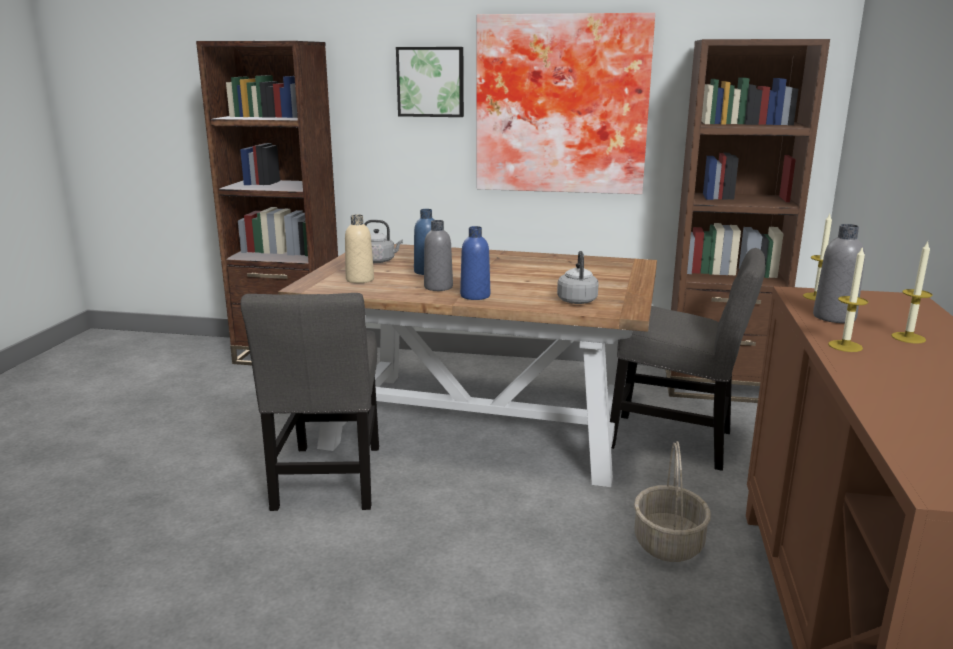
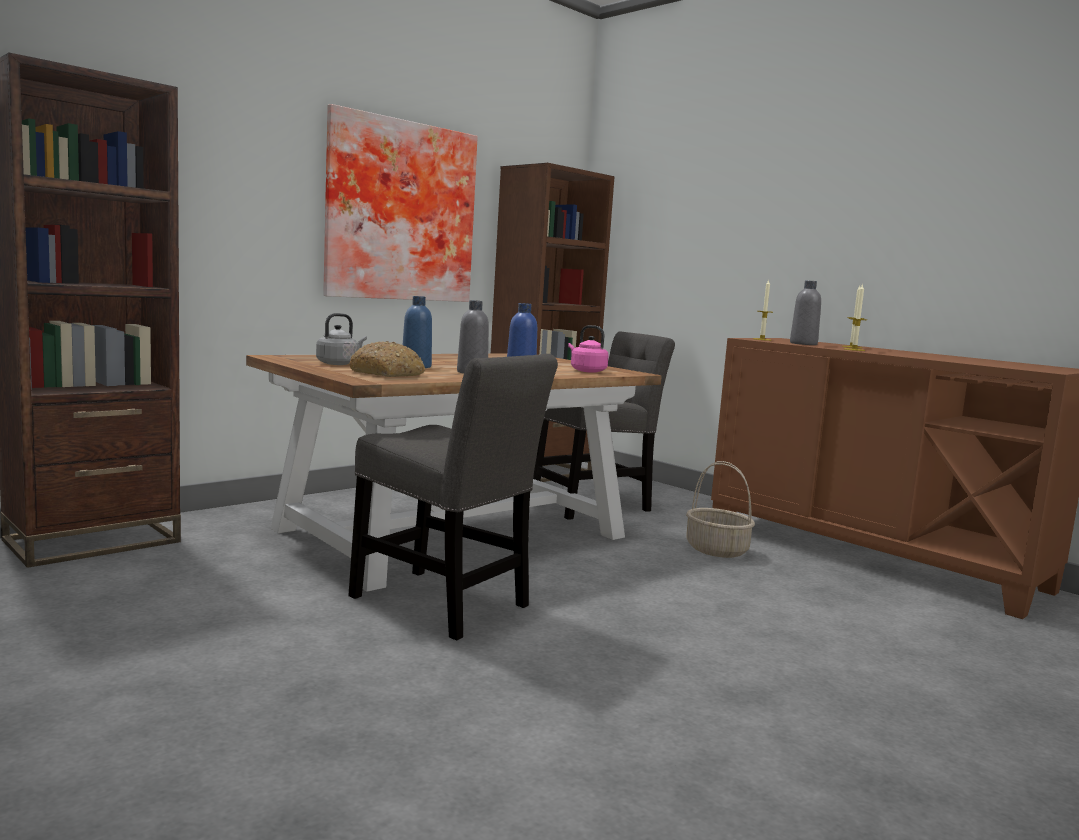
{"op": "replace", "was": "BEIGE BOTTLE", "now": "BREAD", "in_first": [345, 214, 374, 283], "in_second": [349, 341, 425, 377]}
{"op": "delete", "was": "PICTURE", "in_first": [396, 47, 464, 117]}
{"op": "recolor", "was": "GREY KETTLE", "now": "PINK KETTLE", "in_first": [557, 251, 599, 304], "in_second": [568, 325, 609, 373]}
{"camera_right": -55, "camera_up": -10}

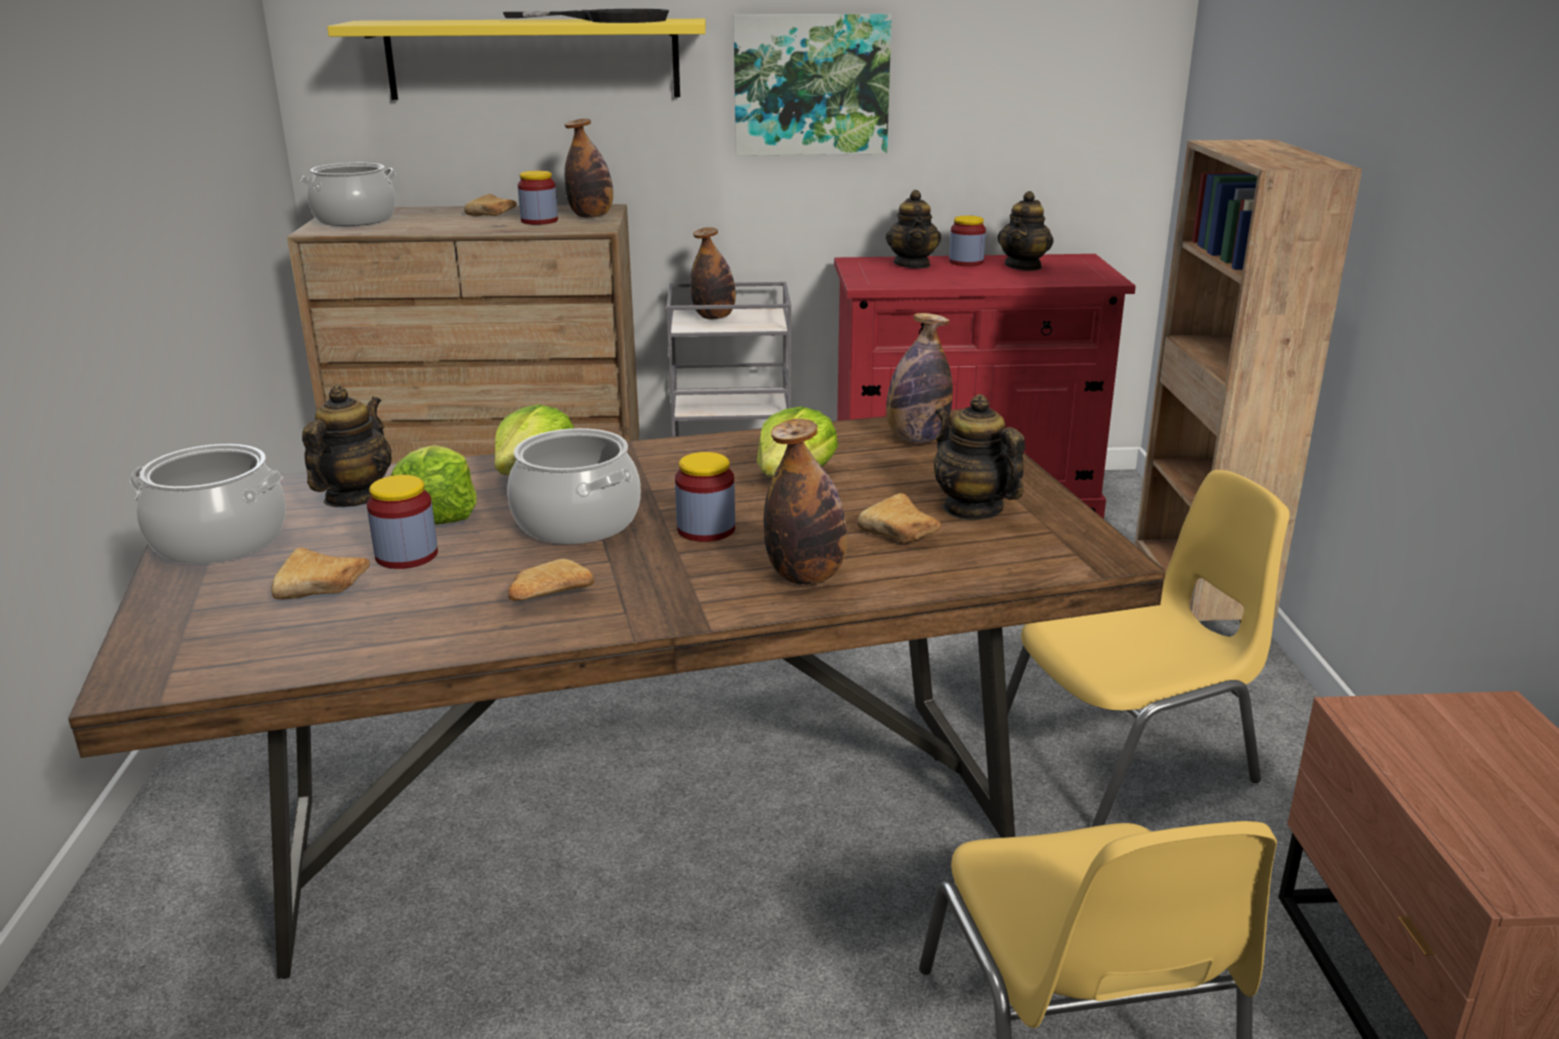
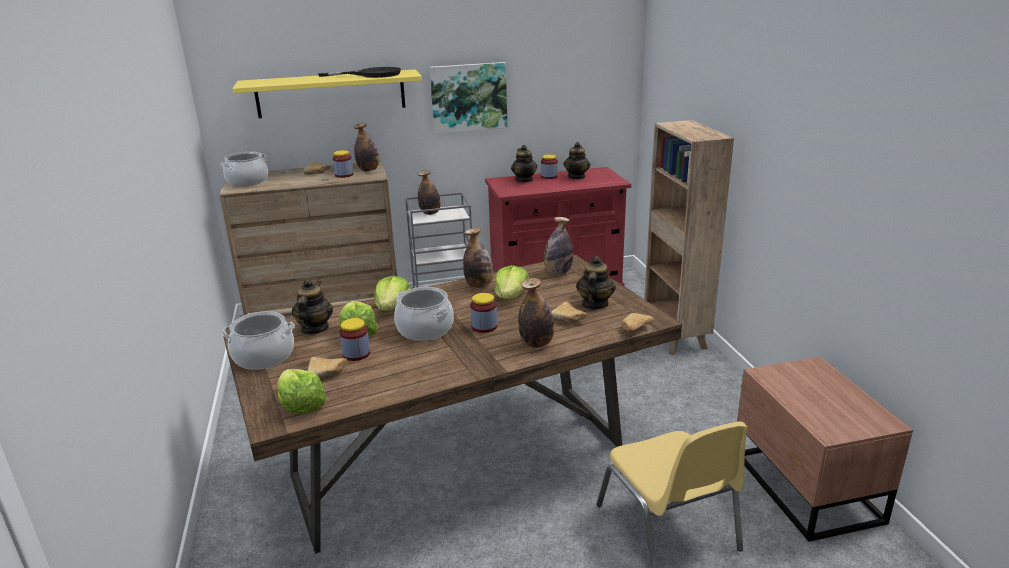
{"op": "move", "was": "BREAD", "in_first": [508, 559, 595, 601], "in_second": [622, 313, 654, 331]}
{"op": "rotate", "was": "TEAPOT", "in_first": [934, 394, 1025, 521], "in_second": [576, 256, 616, 309], "clockwise": 60}
{"op": "delete", "was": "YELLOW CHAIR", "in_first": [1006, 470, 1290, 827]}
{"op": "insert", "now": "LETTUCE", "in_second": [277, 369, 327, 414]}
{"op": "insert", "now": "BOTTLE", "in_second": [463, 228, 494, 288]}
{"camera_right": -10, "camera_up": 0}

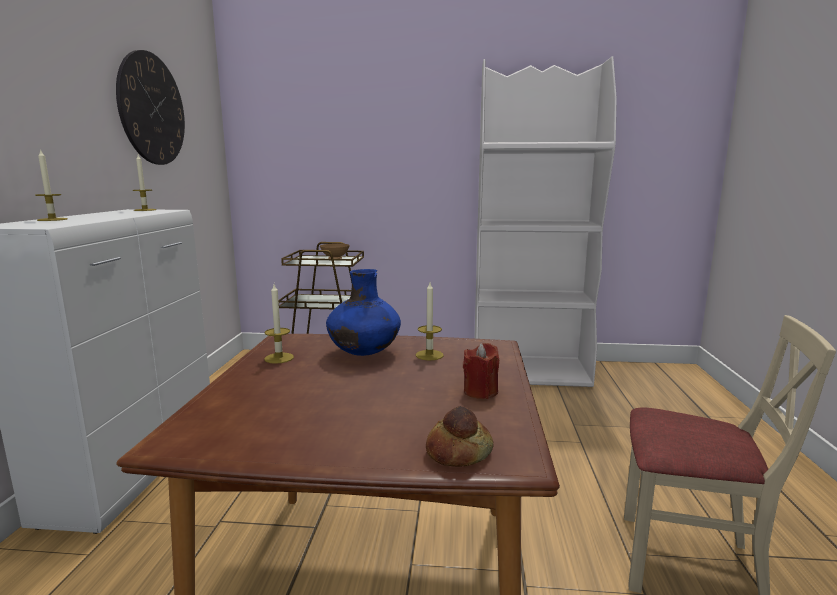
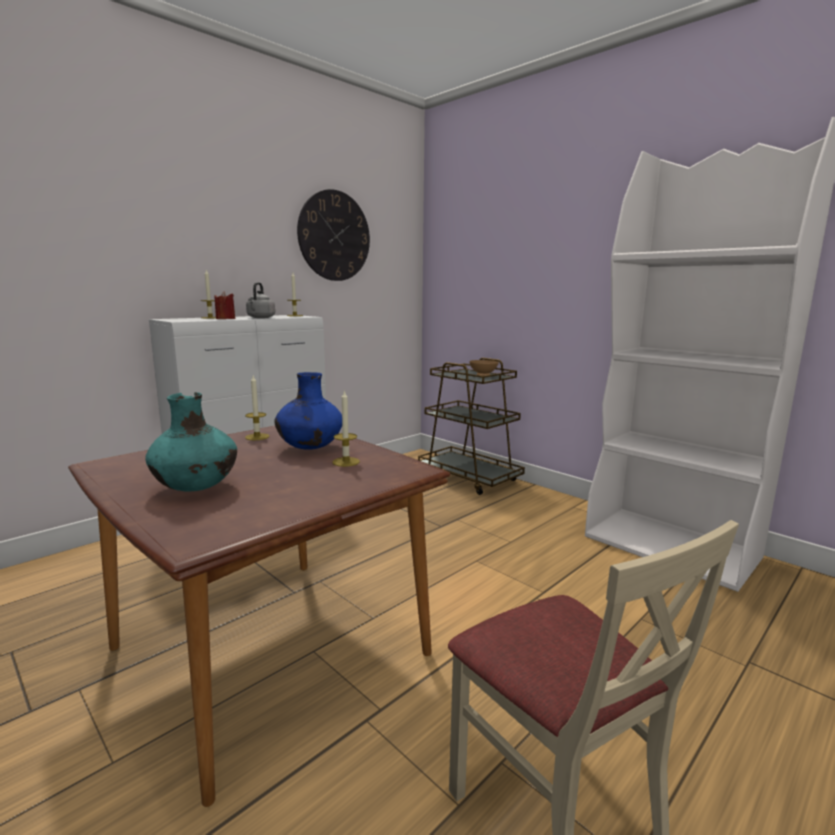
{"op": "delete", "was": "BREAD", "in_first": [426, 406, 494, 467]}
{"op": "move", "was": "RED CANDLE", "in_first": [463, 343, 499, 399], "in_second": [214, 291, 235, 319]}
{"op": "insert", "now": "TURQUOISE VASE", "in_second": [145, 392, 237, 492]}
{"op": "insert", "now": "GREY KETTLE", "in_second": [246, 282, 275, 318]}
{"camera_right": 40, "camera_up": 0}

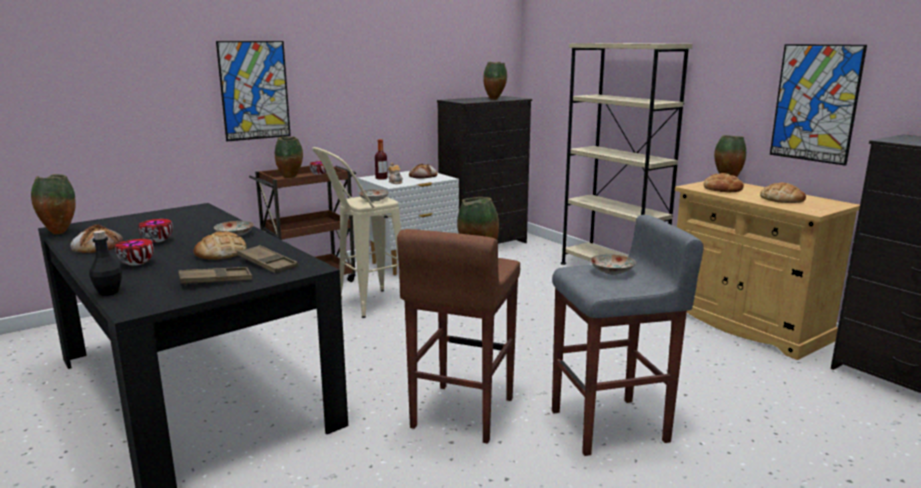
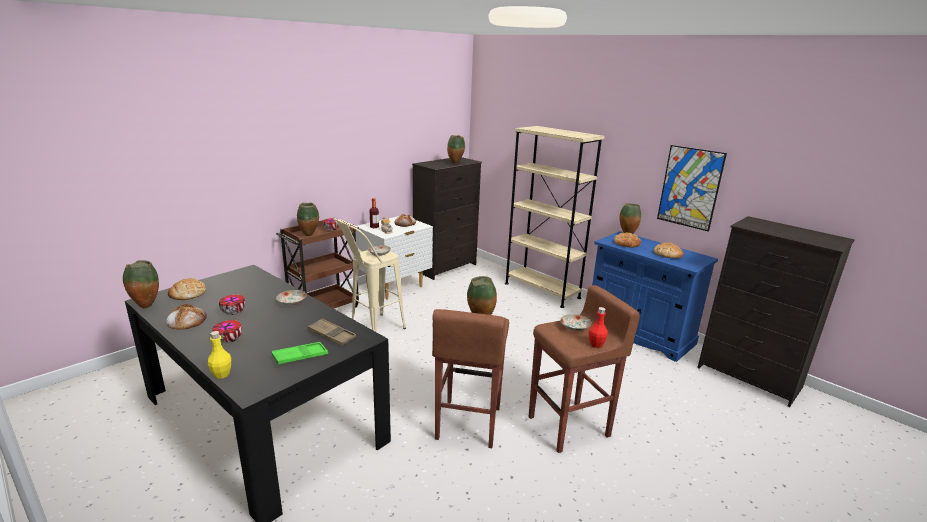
{"op": "recolor", "was": "BLACK BOTTLE", "now": "YELLOW BOTTLE", "in_first": [89, 230, 122, 296], "in_second": [208, 331, 231, 379]}
{"op": "recolor", "was": "BROWN TRAY", "now": "GREEN TRAY", "in_first": [178, 267, 252, 286], "in_second": [272, 342, 328, 365]}
{"op": "move", "was": "BREAD", "in_first": [193, 231, 247, 260], "in_second": [168, 278, 206, 300]}
{"op": "delete", "was": "PICTURE", "in_first": [216, 41, 291, 141]}
{"op": "recolor", "was": "GREY STOOL", "now": "BROWN STOOL", "in_first": [552, 215, 704, 456], "in_second": [528, 285, 640, 453]}
{"op": "recolor", "was": "BEIGE CABINET", "now": "BLUE CABINET", "in_first": [675, 181, 860, 360], "in_second": [592, 231, 718, 362]}
{"op": "insert", "now": "RED BOTTLE", "in_second": [589, 307, 608, 348]}
{"camera_right": -10, "camera_up": 5}

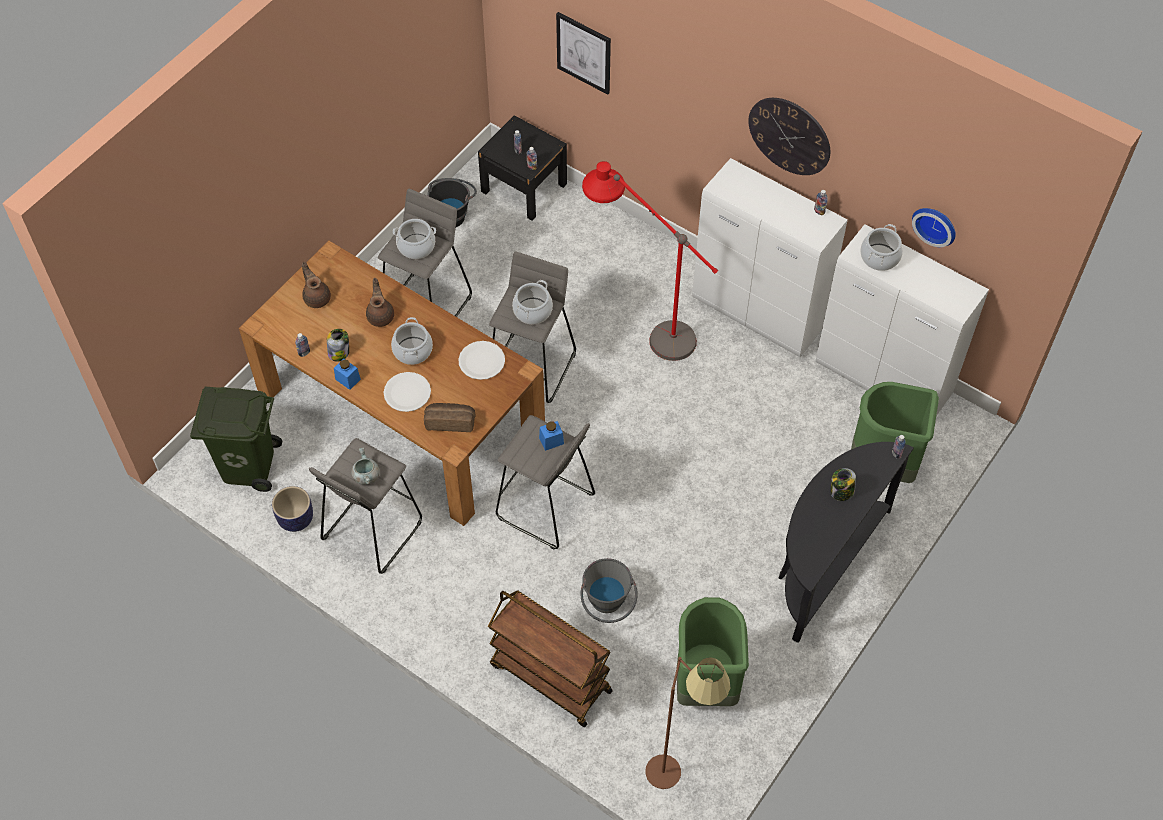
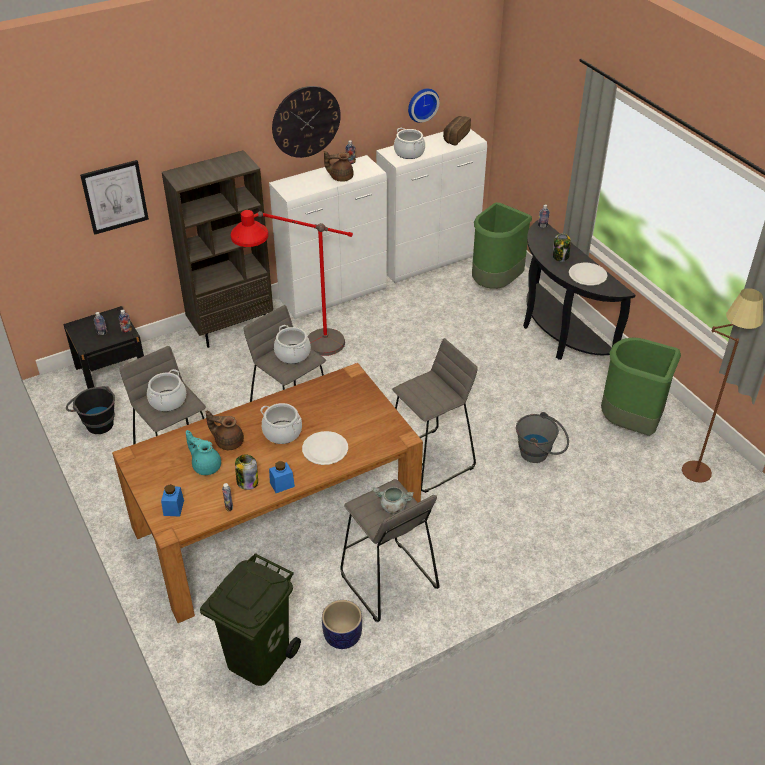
{"op": "move", "was": "BROWN TEAPOT", "in_first": [302, 261, 331, 308], "in_second": [324, 151, 353, 182]}
{"op": "move", "was": "BREAD", "in_first": [424, 403, 475, 432], "in_second": [443, 116, 471, 145]}
{"op": "move", "was": "WHITE PLATE", "in_first": [458, 341, 505, 380], "in_second": [569, 263, 607, 285]}
{"op": "delete", "was": "BROWN CART", "in_first": [488, 591, 613, 727]}
{"op": "move", "was": "BLUE JAR", "in_first": [539, 421, 564, 451], "in_second": [161, 484, 184, 516]}
{"op": "insert", "now": "BROWN BOOKCASE", "in_second": [162, 150, 273, 348]}
{"op": "insert", "now": "TURQUOISE TEAPOT", "in_second": [186, 430, 221, 475]}
{"camera_right": -65, "camera_up": -15}

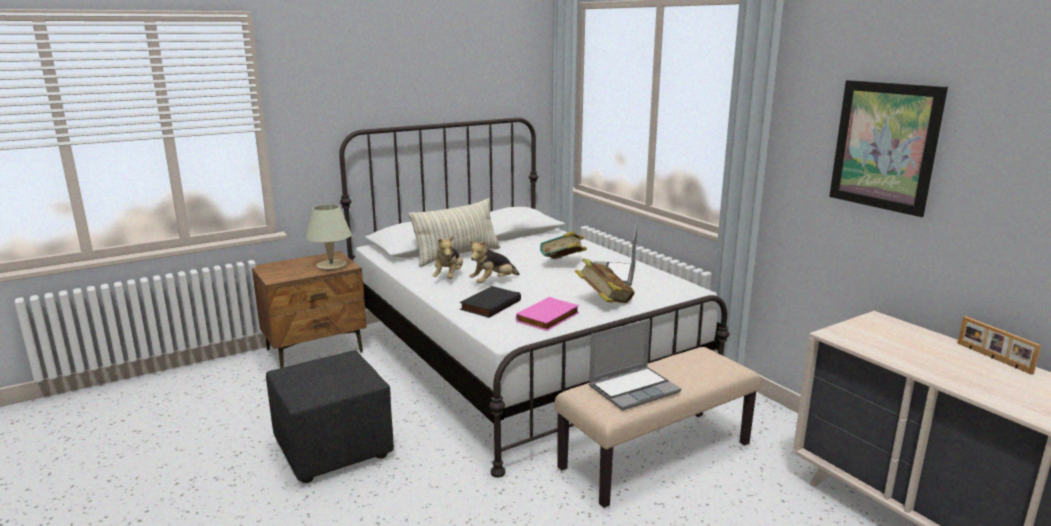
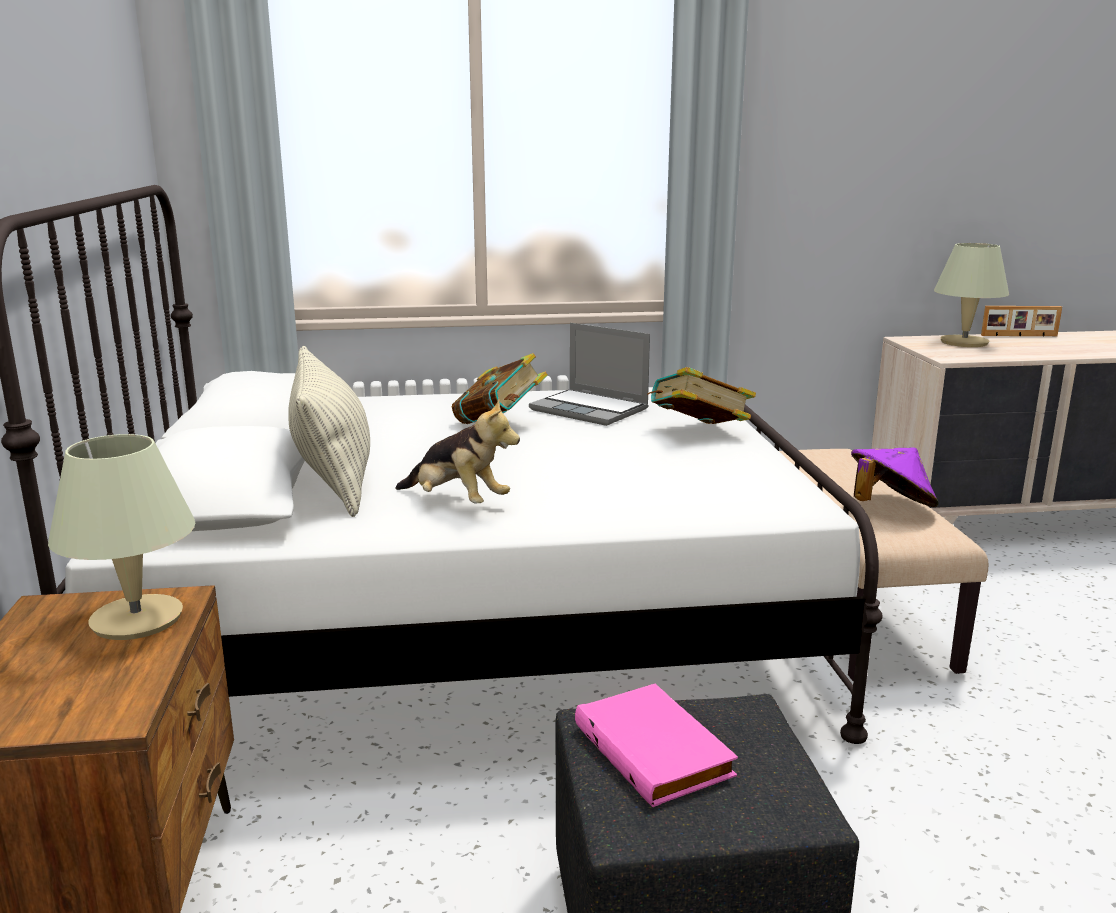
{"op": "delete", "was": "BLACK BOOK", "in_first": [460, 286, 521, 318]}
{"op": "delete", "was": "PLUSH TOY", "in_first": [469, 240, 519, 283]}
{"op": "move", "was": "PINK BOOK", "in_first": [516, 297, 579, 331], "in_second": [575, 683, 738, 807]}
{"op": "replace", "was": "LAPTOP", "now": "PURPLE HAT", "in_first": [589, 320, 681, 410], "in_second": [851, 447, 939, 507]}
{"op": "delete", "was": "PICTURE", "in_first": [829, 80, 948, 217]}
{"op": "insert", "now": "BEIGE TABLE LAMP", "in_second": [934, 243, 1009, 347]}
{"camera_right": -65, "camera_up": 0}

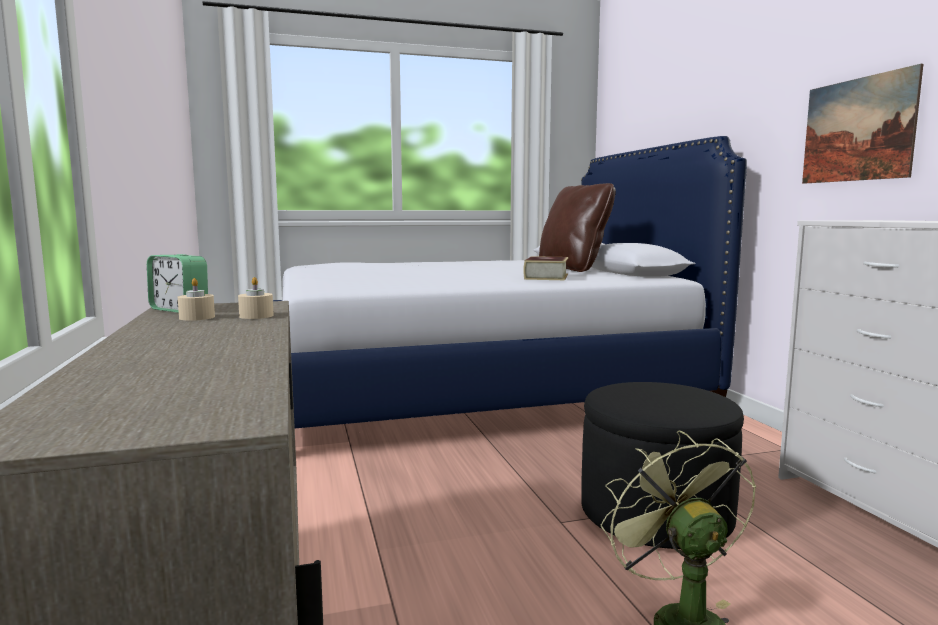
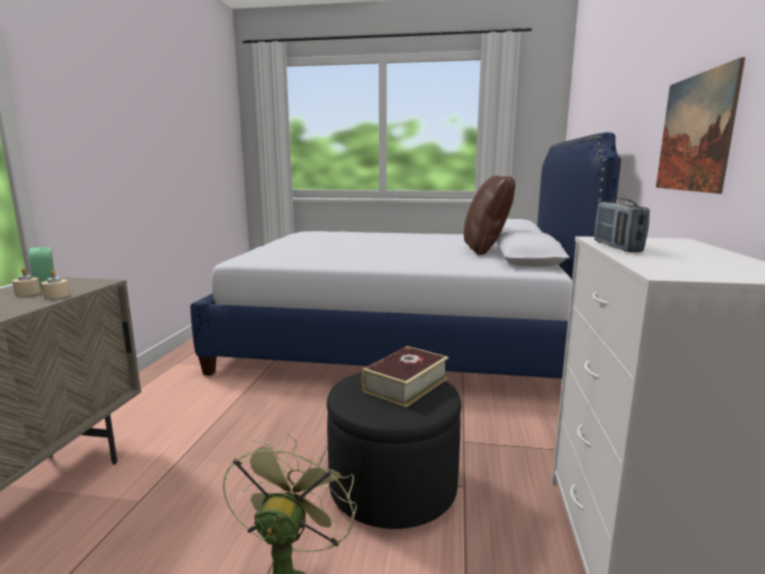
{"op": "move", "was": "BOOK", "in_first": [523, 256, 569, 280], "in_second": [362, 346, 449, 407]}
{"op": "insert", "now": "RADIO", "in_second": [594, 198, 650, 252]}
{"camera_right": 25, "camera_up": 5}

